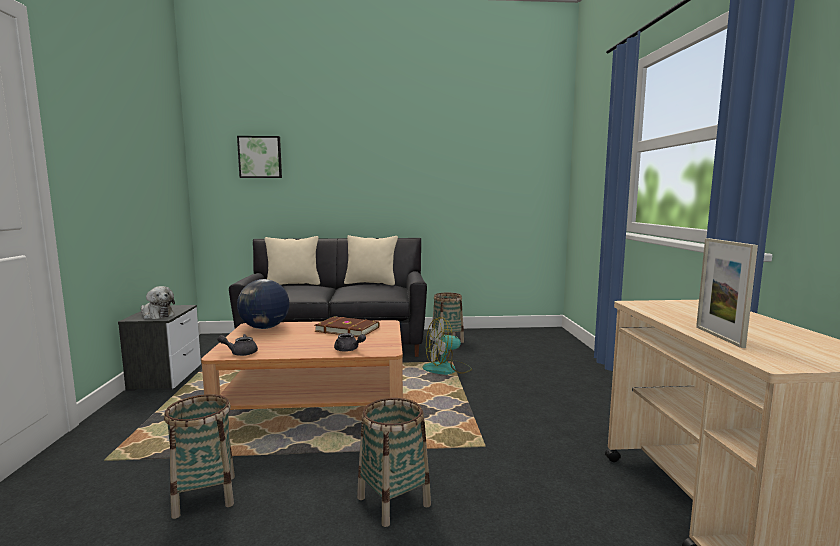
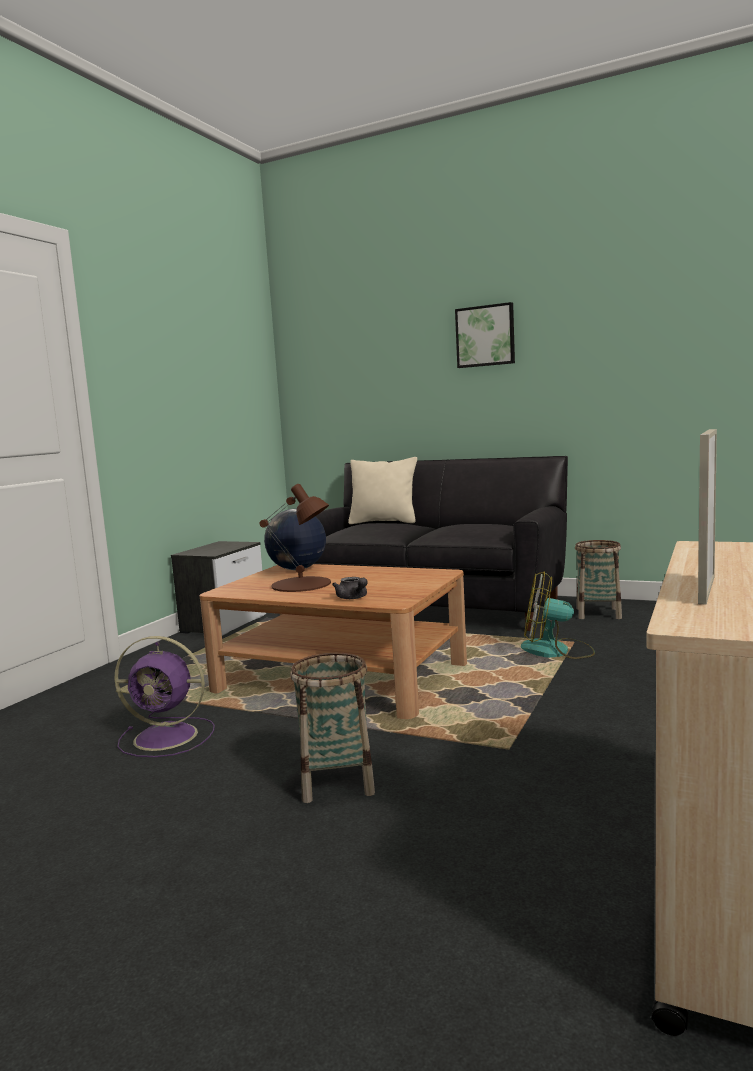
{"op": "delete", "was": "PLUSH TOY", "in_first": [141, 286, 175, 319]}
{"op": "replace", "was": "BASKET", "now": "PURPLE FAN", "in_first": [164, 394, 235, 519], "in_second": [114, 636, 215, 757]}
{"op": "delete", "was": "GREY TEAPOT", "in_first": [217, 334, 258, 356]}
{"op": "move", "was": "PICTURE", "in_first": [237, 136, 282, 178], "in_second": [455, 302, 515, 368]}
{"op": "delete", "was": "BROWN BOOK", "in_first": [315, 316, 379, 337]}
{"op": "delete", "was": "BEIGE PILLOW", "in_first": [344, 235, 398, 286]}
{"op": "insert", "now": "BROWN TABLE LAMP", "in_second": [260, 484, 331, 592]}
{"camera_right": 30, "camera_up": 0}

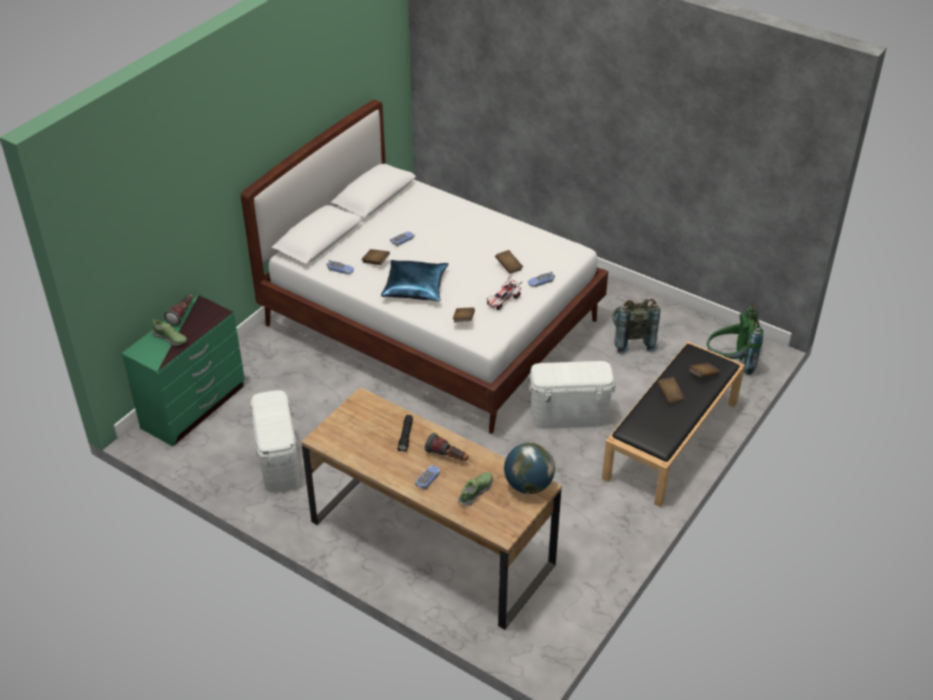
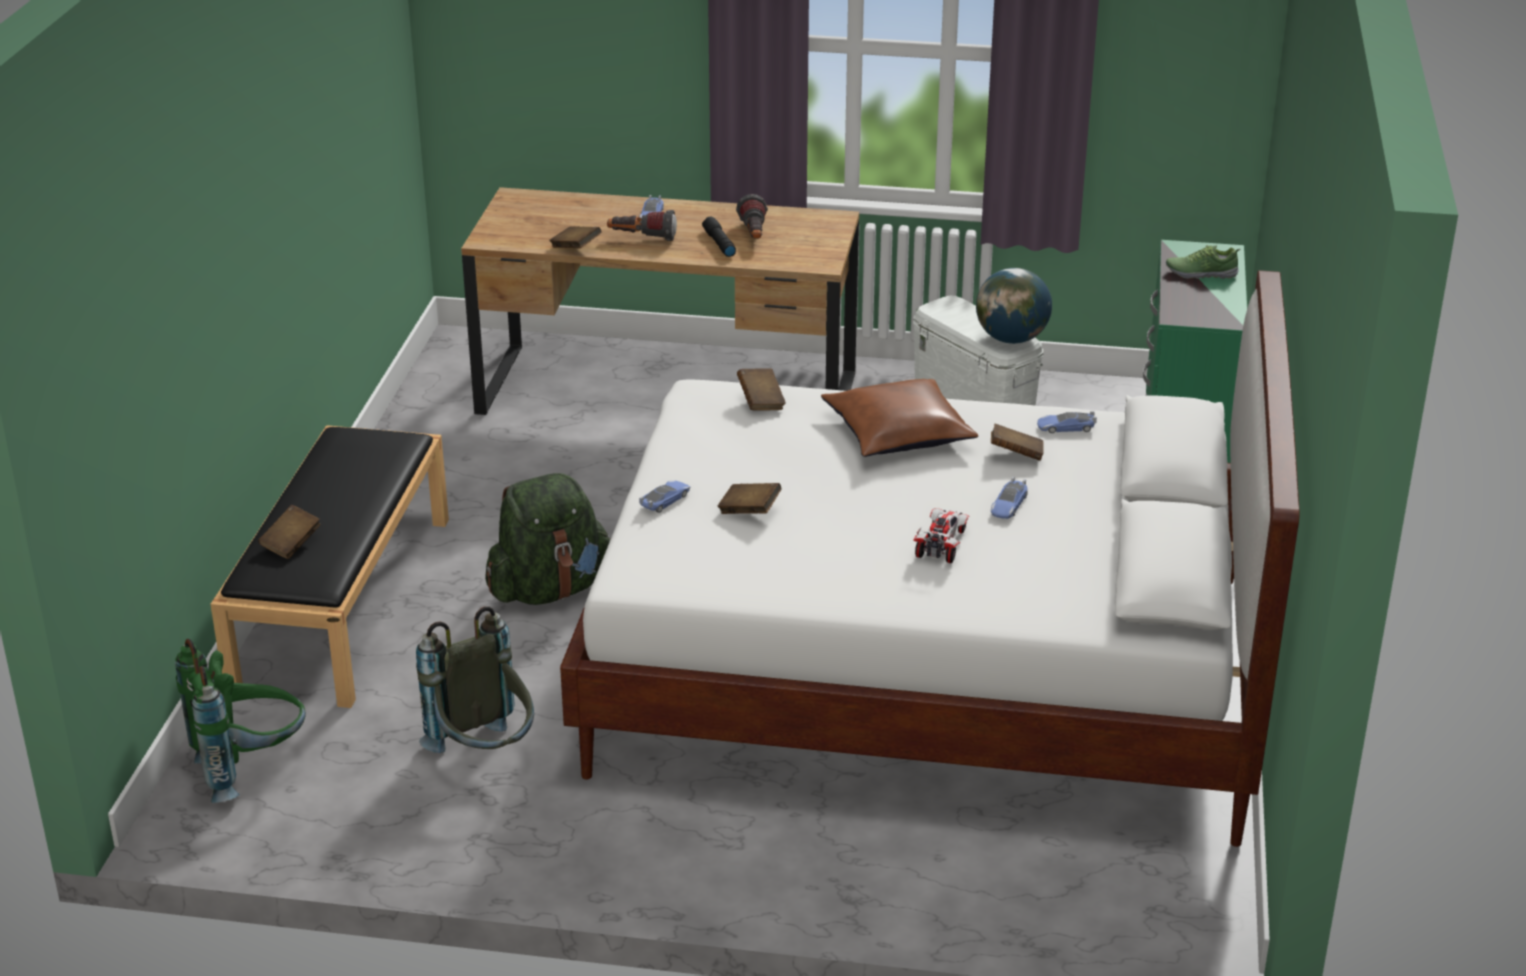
{"op": "move", "was": "FLASHLIGHT", "in_first": [164, 295, 193, 326], "in_second": [736, 194, 768, 239]}
{"op": "recolor", "was": "BLUE PILLOW", "now": "BROWN PILLOW", "in_first": [381, 260, 448, 302], "in_second": [821, 379, 978, 457]}
{"op": "delete", "was": "SHOE", "in_first": [458, 472, 493, 506]}
{"op": "move", "was": "TOY CAR", "in_first": [487, 275, 522, 310], "in_second": [914, 509, 969, 563]}
{"op": "move", "was": "GLOBE", "in_first": [504, 443, 555, 494], "in_second": [976, 268, 1052, 344]}
{"op": "replace", "was": "WHITE STORAGE BOX", "now": "GREEN BACKPACK", "in_first": [528, 361, 616, 429], "in_second": [485, 473, 611, 605]}
{"op": "move", "was": "BROWN BOOK", "in_first": [657, 377, 685, 404], "in_second": [549, 226, 602, 249]}
{"camera_right": 155, "camera_up": -10}

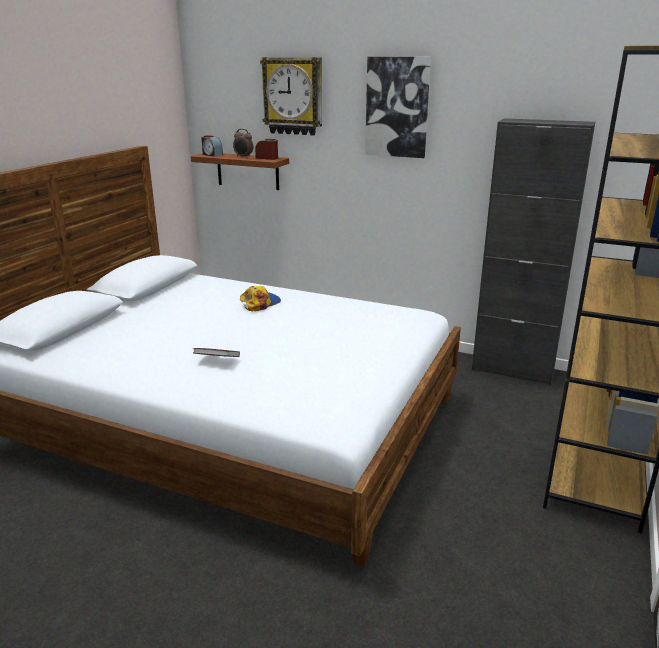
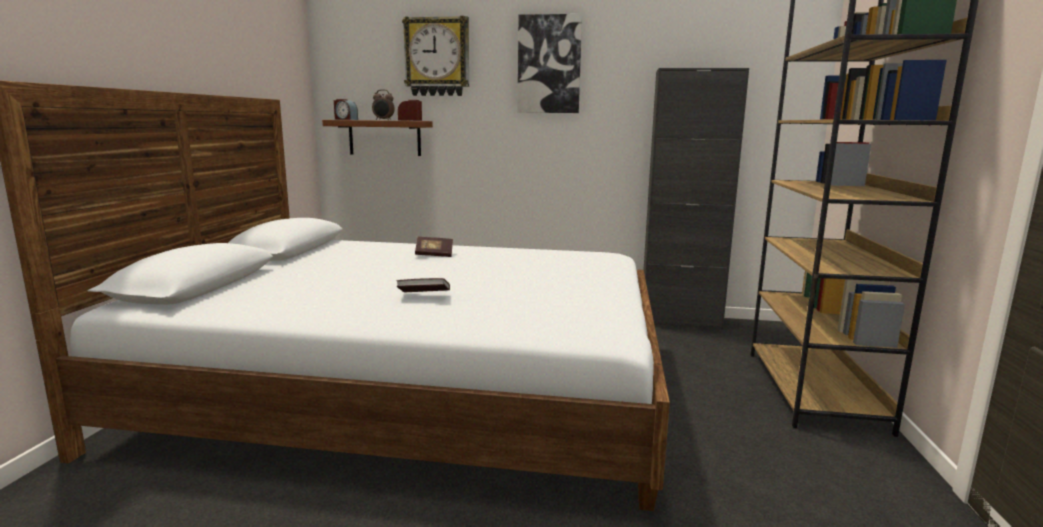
{"op": "replace", "was": "CAP", "now": "BOOK", "in_first": [240, 286, 281, 311], "in_second": [415, 237, 453, 257]}
{"camera_right": -15, "camera_up": -10}

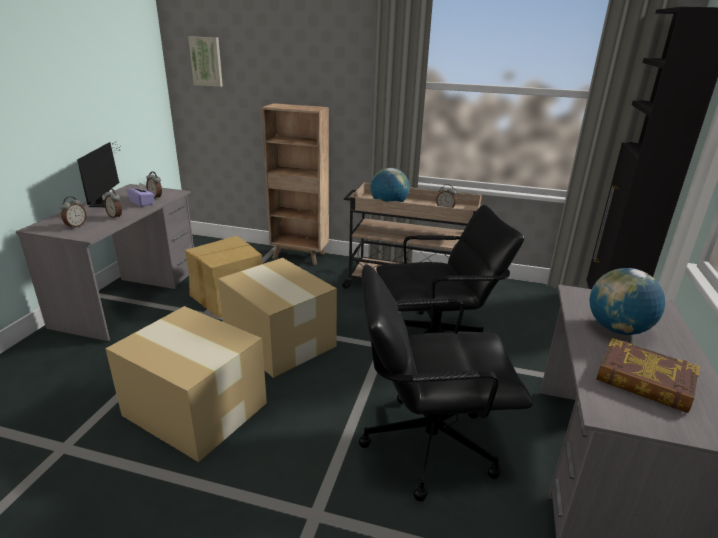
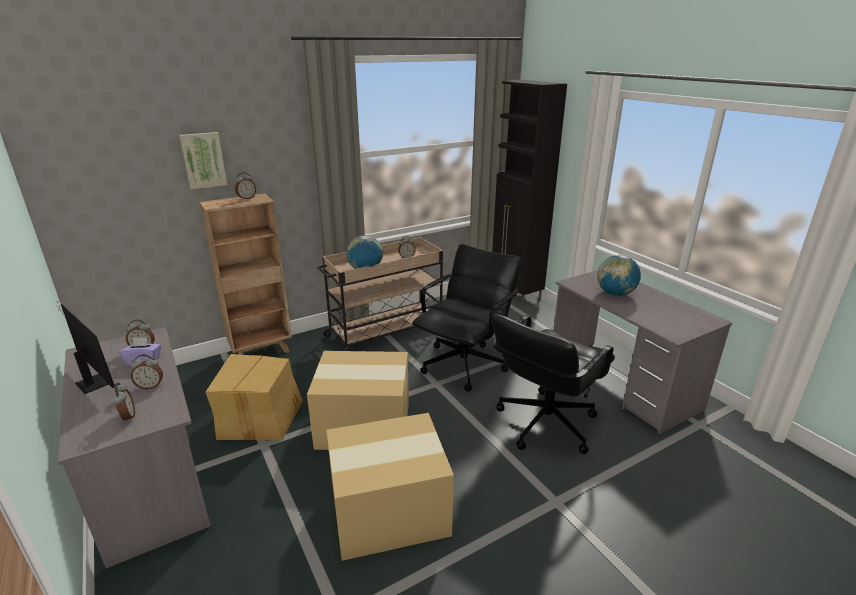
{"op": "move", "was": "PICTURE", "in_first": [188, 36, 223, 87], "in_second": [179, 132, 227, 189]}
{"op": "delete", "was": "BOOK", "in_first": [596, 338, 700, 413]}
{"op": "insert", "now": "ALARM CLOCK", "in_second": [235, 172, 256, 200]}
{"camera_right": -45, "camera_up": 0}

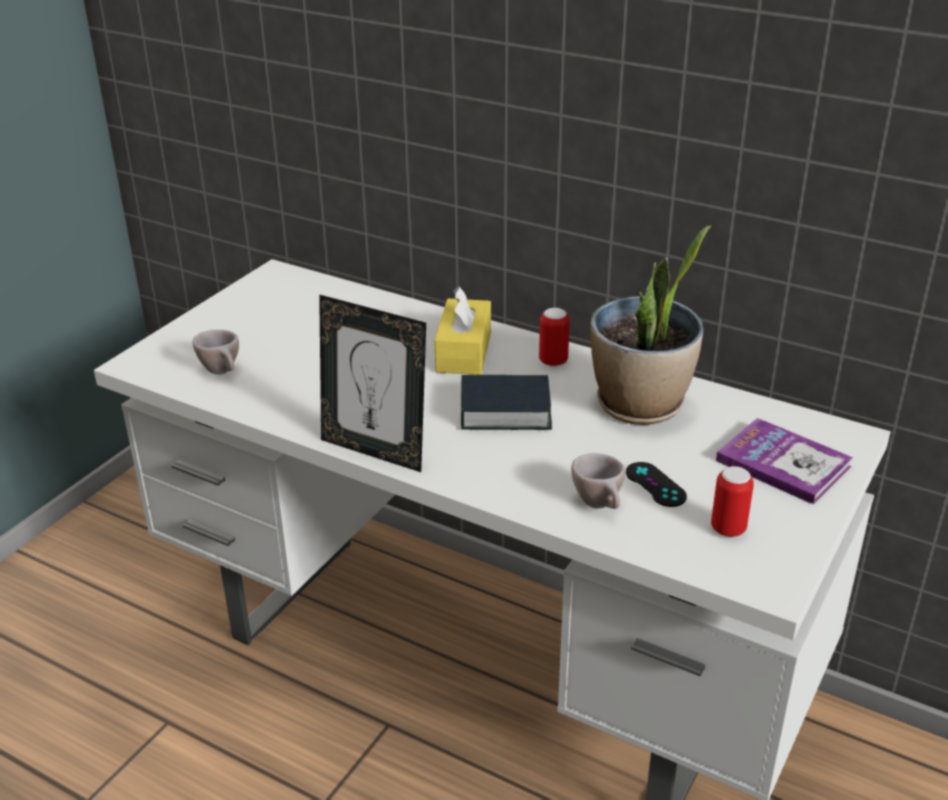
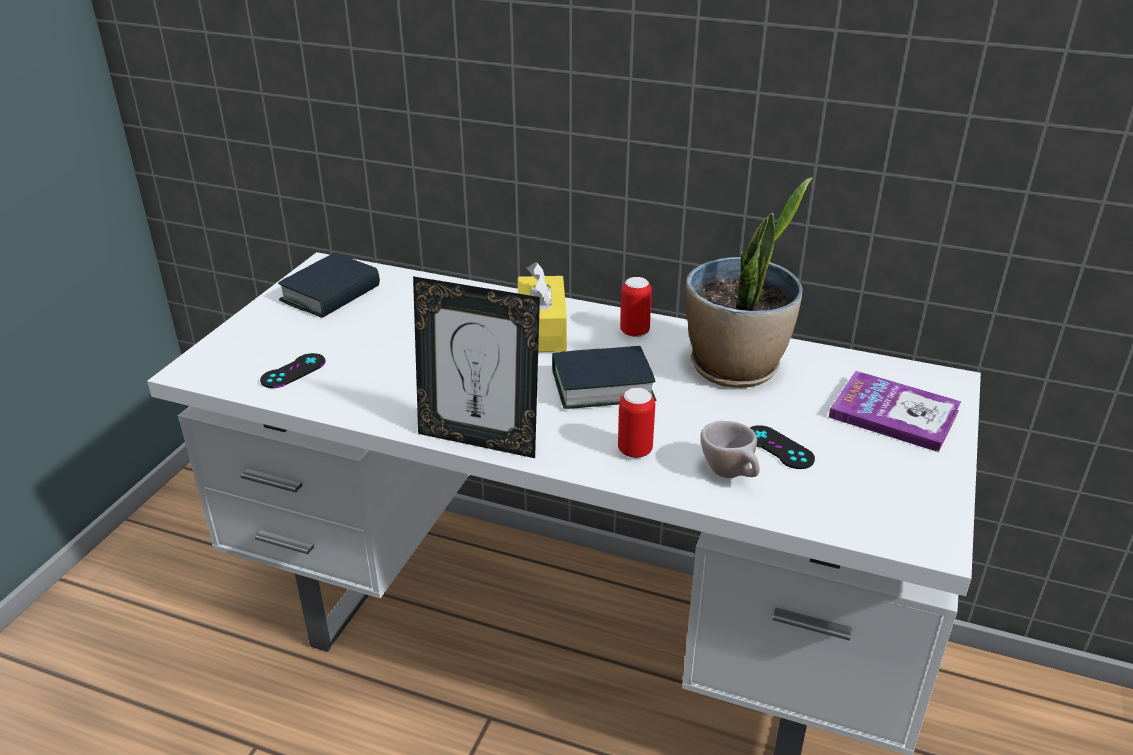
{"op": "replace", "was": "BEIGE CUP", "now": "BLACK GAME CONTROLLER", "in_first": [193, 330, 239, 375], "in_second": [260, 353, 326, 388]}
{"op": "move", "was": "CAN", "in_first": [711, 466, 754, 537], "in_second": [618, 388, 655, 458]}
{"op": "insert", "now": "BOOK", "in_second": [278, 253, 380, 318]}
{"camera_right": -10, "camera_up": 0}

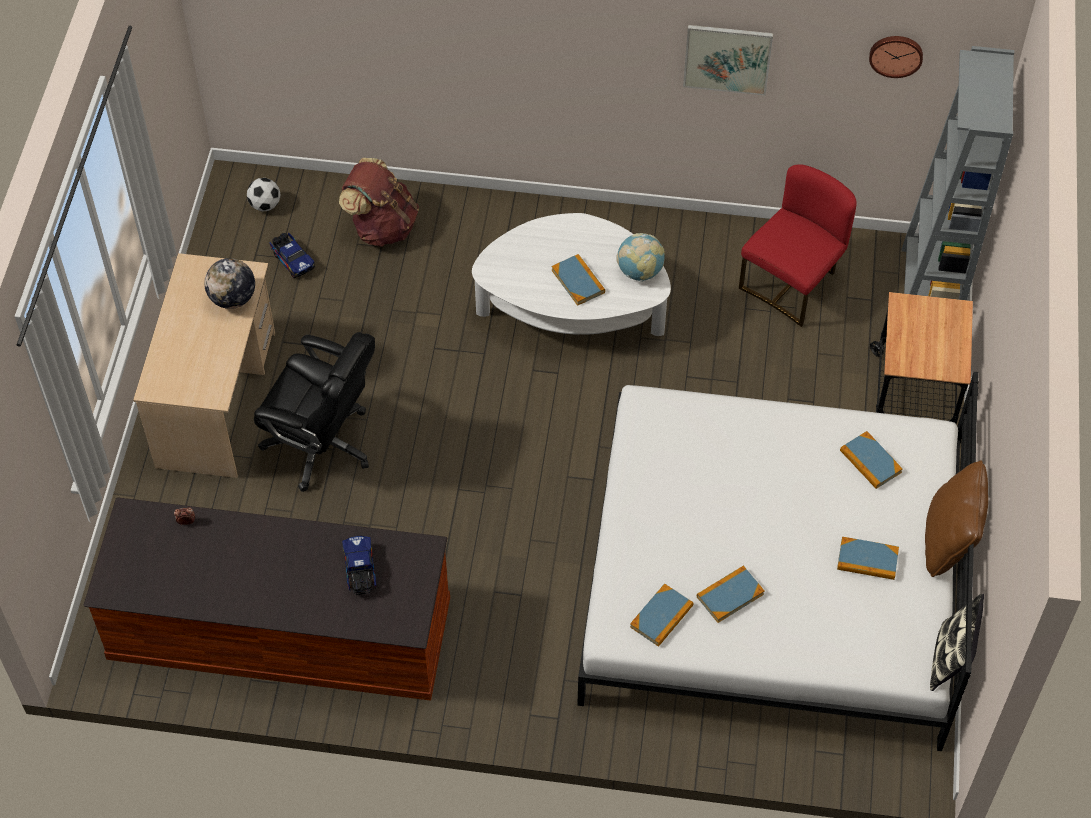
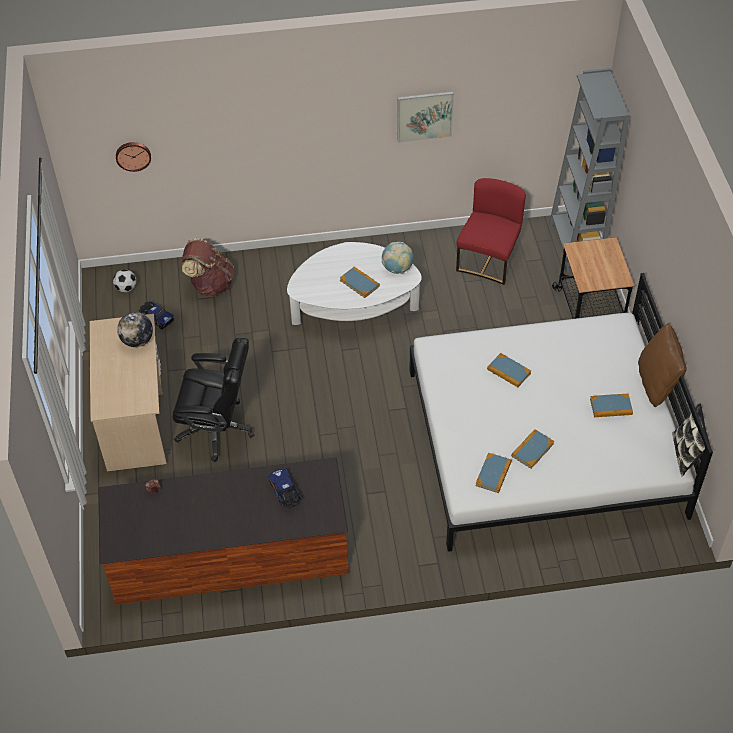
{"op": "move", "was": "BOOK", "in_first": [840, 431, 903, 489], "in_second": [487, 353, 531, 387]}
{"op": "move", "was": "WALL CLOCK", "in_first": [869, 36, 923, 78], "in_second": [116, 142, 151, 172]}
{"camera_right": -15, "camera_up": -5}

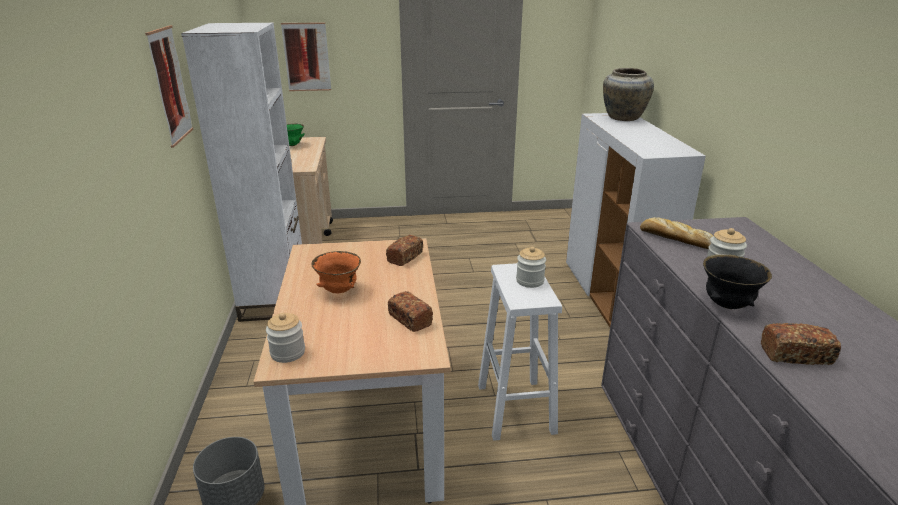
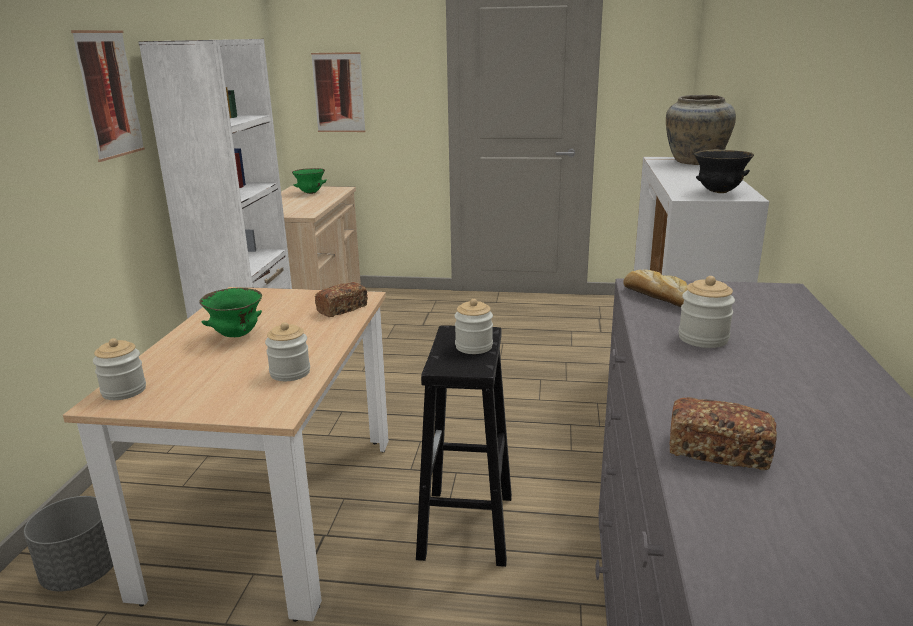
{"op": "recolor", "was": "ORANGE BOWL", "now": "GREEN BOWL", "in_first": [312, 251, 361, 293], "in_second": [199, 288, 262, 337]}
{"op": "replace", "was": "BREAD", "now": "JAR", "in_first": [388, 291, 433, 332], "in_second": [265, 322, 310, 381]}
{"op": "recolor", "was": "WHITE STOOL", "now": "BLACK STOOL", "in_first": [478, 263, 562, 441], "in_second": [416, 325, 512, 567]}
{"op": "move", "was": "BLACK BOWL", "in_first": [703, 254, 772, 309], "in_second": [694, 149, 754, 193]}
{"camera_right": 15, "camera_up": -5}

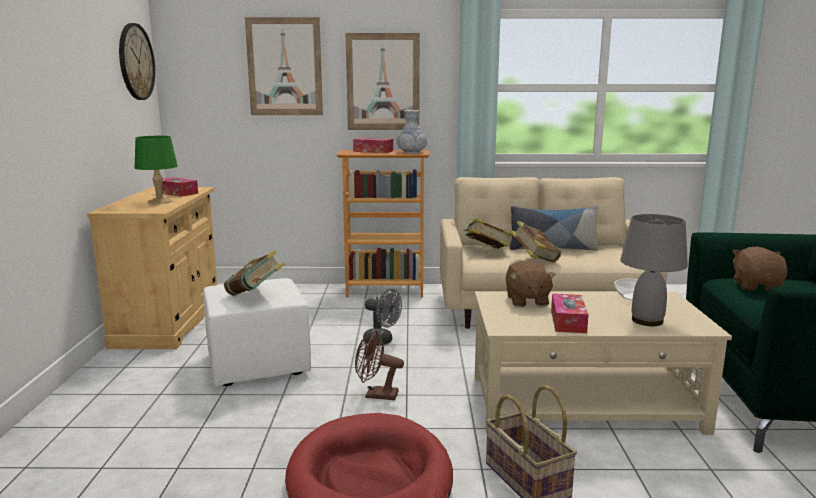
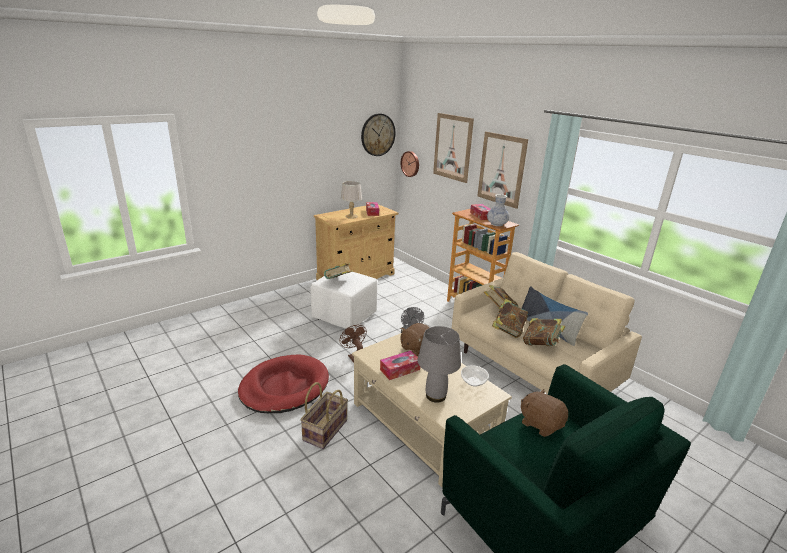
{"op": "recolor", "was": "GREEN TABLE LAMP", "now": "GREY TABLE LAMP", "in_first": [135, 136, 178, 204], "in_second": [341, 181, 362, 219]}
{"op": "rotate", "was": "BROWN PLUSH TOY", "in_first": [732, 246, 787, 291], "in_second": [521, 389, 568, 437], "clockwise": -105}
{"op": "insert", "now": "WALL CLOCK", "in_second": [401, 151, 419, 177]}
{"op": "insert", "now": "BOOK", "in_second": [523, 318, 565, 346]}
{"camera_right": 50, "camera_up": 10}

